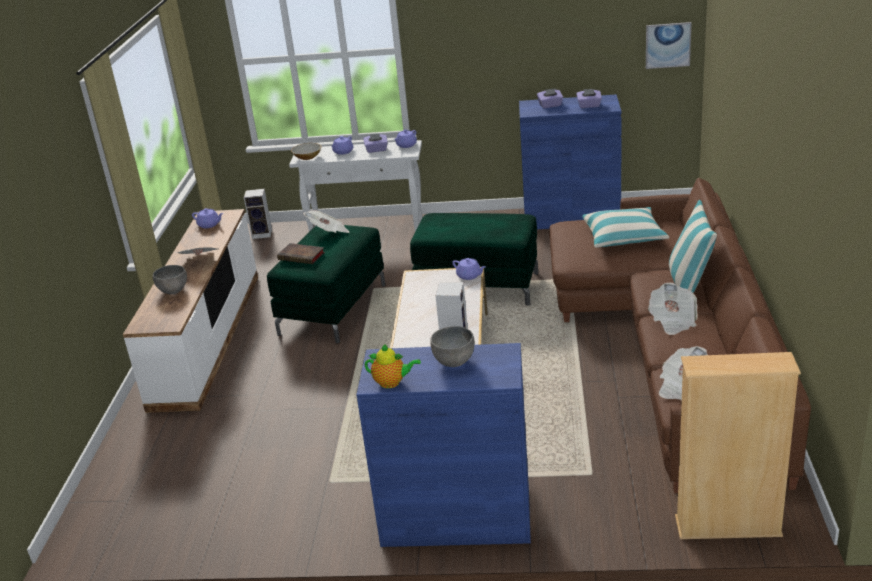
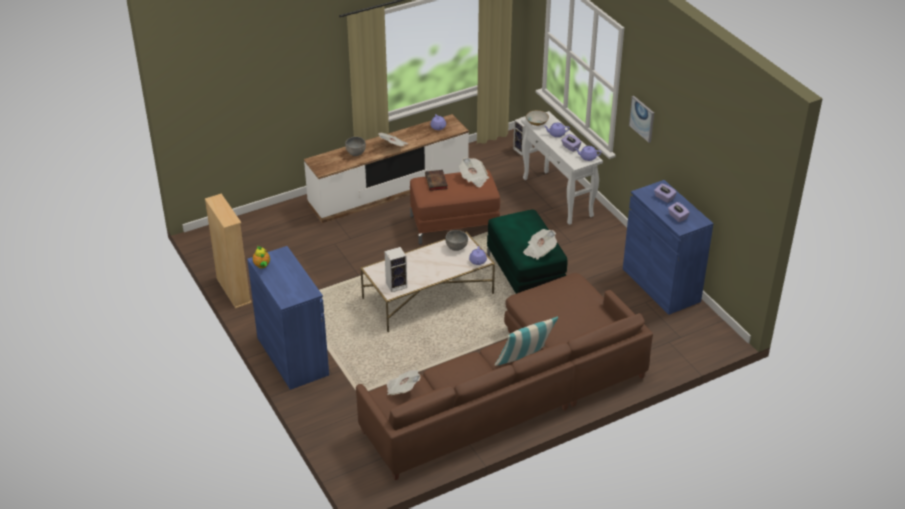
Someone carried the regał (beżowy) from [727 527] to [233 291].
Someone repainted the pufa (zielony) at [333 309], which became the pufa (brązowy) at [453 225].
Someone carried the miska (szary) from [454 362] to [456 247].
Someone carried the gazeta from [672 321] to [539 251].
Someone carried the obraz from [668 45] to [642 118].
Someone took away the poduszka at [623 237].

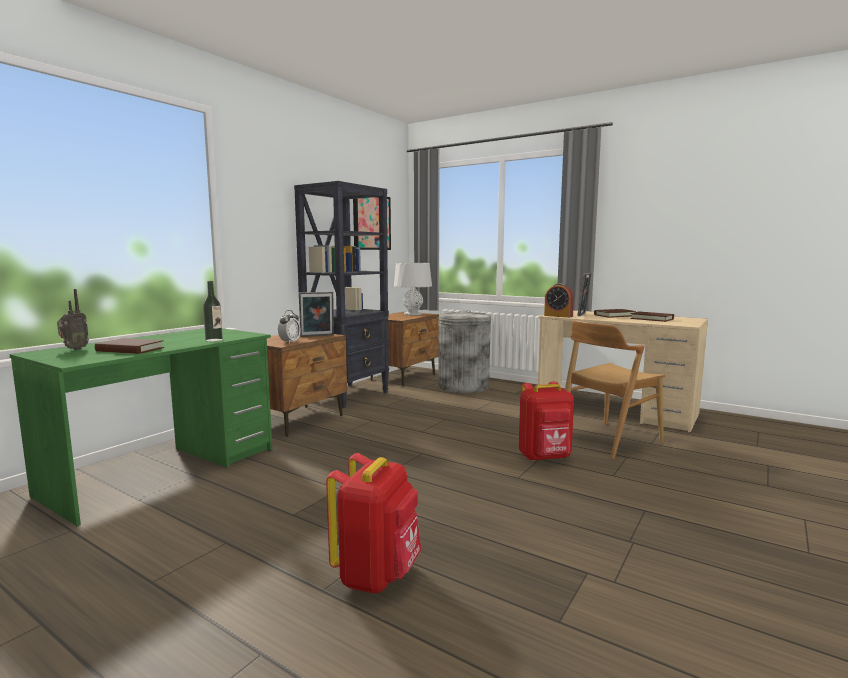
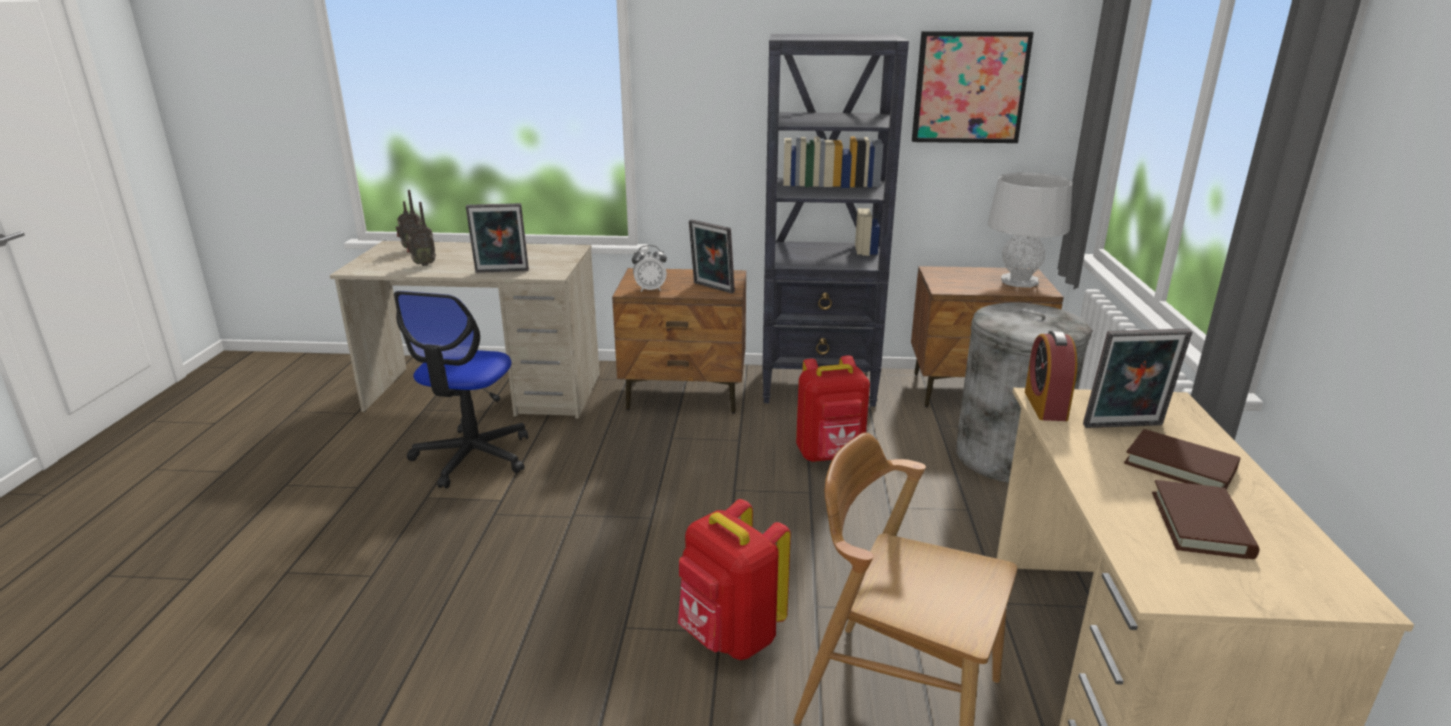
Someone repainted the biurko (zielony) at [164 471], which became the biurko (beżowy) at [486 393].
Someone put down the krzesło biurowe at [472 457].
Someone swapped the książka (brązowy) at [130 349] for the radio at [423 264].
Someone swapped the butelka at [214 340] for the ramka na zdjęcie at [501 272].
Someone carried the plecak (czerwony) from [377 575] to [830 455].

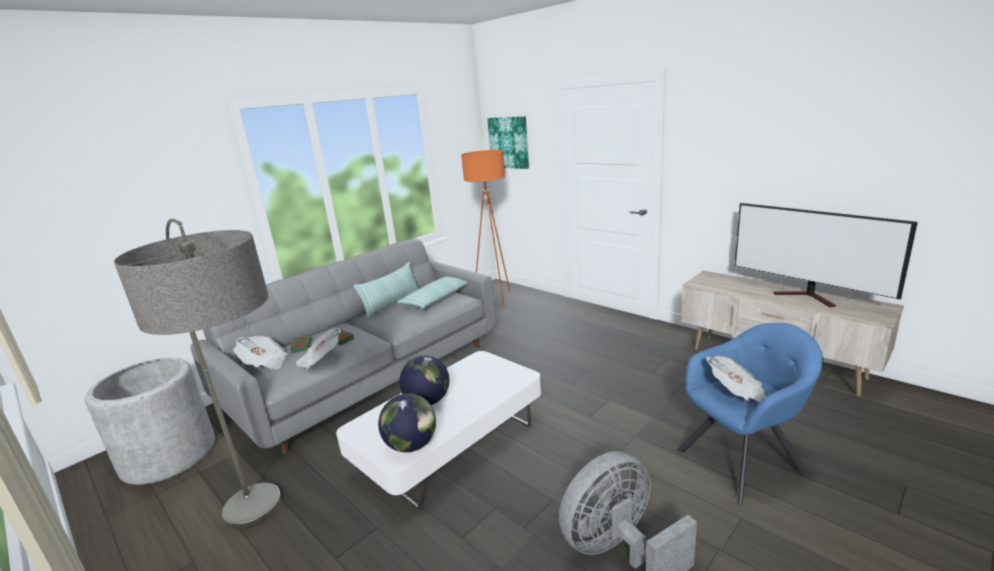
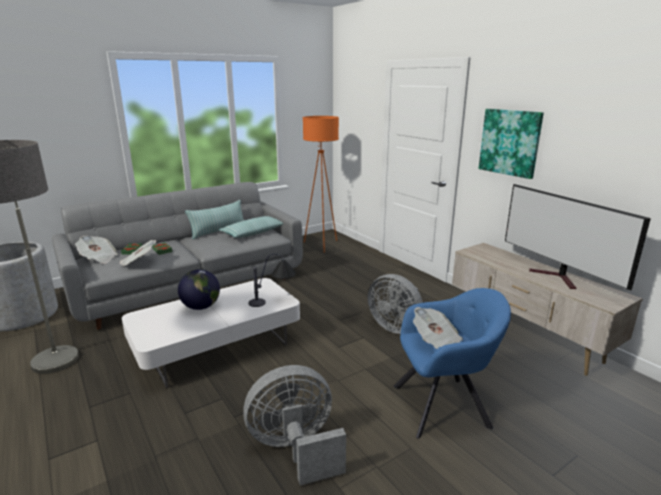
Someone put down the lampa stołowa at [274 301].
Someone put down the wentylator (szary) at [395 326].
Someone carried the obraz from [509 142] to [510 142].
Someone took away the globus at [412 445].

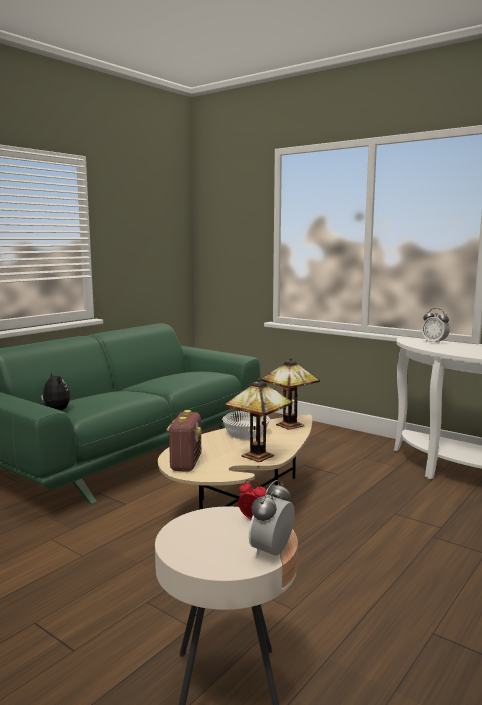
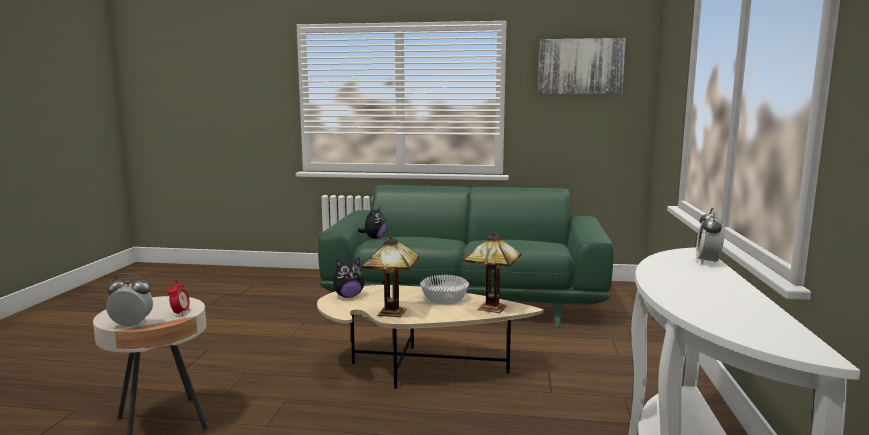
Someone swapped the radio at [186 463] for the pluszak at [348 296].
Someone put up the obraz at [580 66].

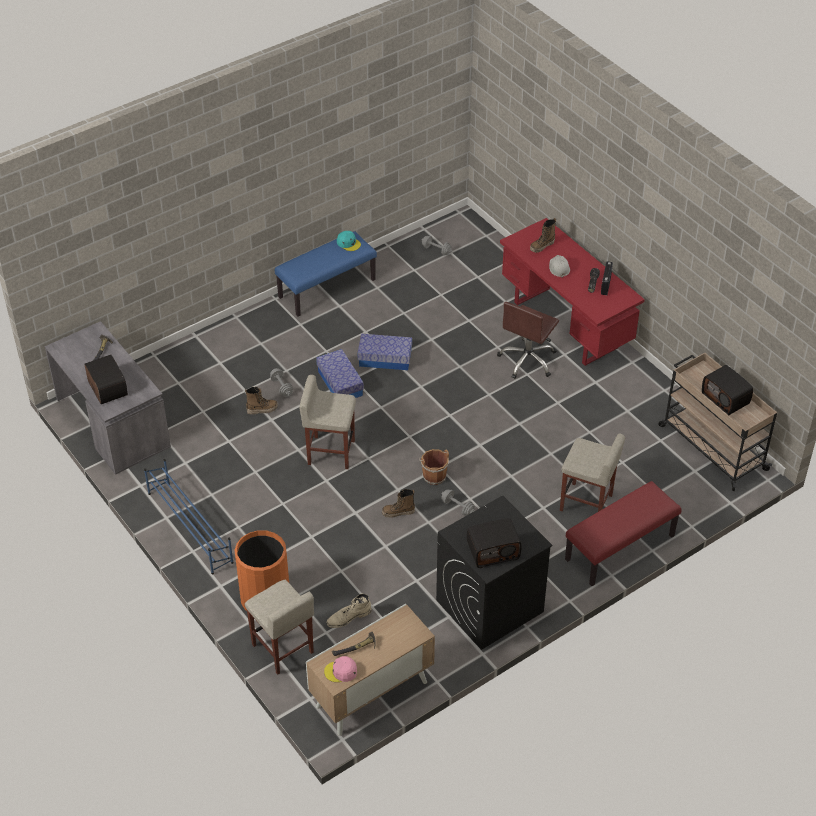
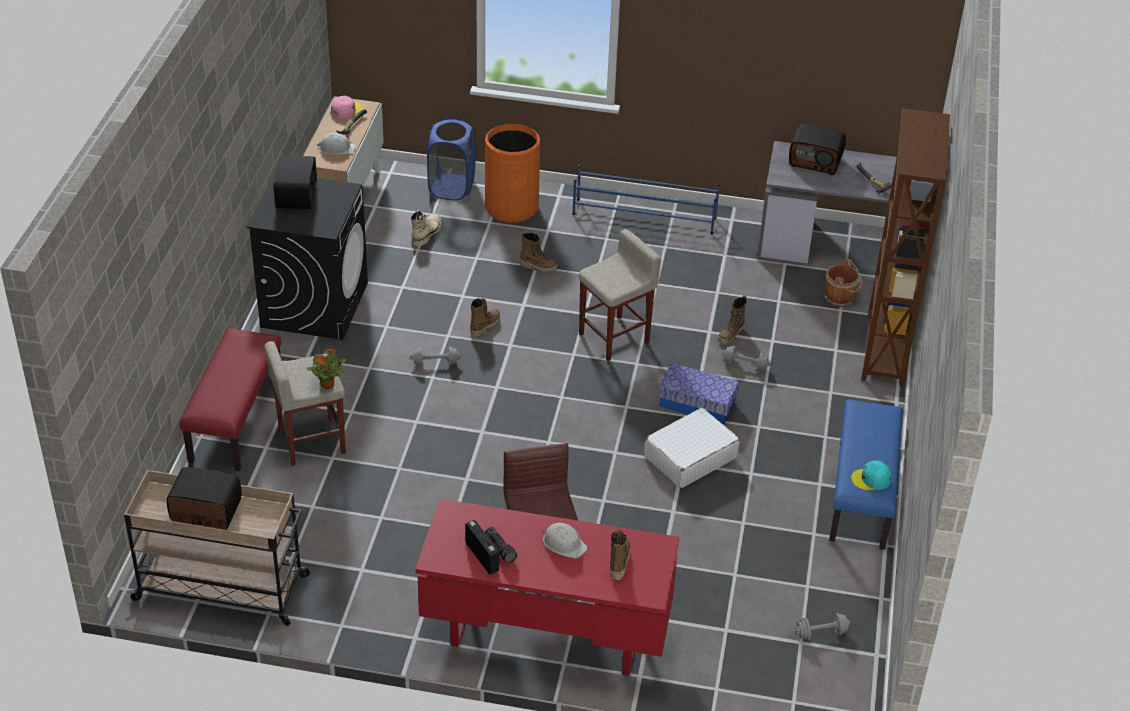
Someone rotated the radio at [493 551] by 150 degrees clockwise.
Someone put down the roślina doniczkowa at [327 384].
Someone put down the kask (biały) at [337 148].
Someone swapped the stołek (beżowy) at [283 649] for the kosz na pranie (niebieski) at [451 187].
Someone put down the but z cholewką at [538 267].
Someone swapped the pojemnik do przechowywania at [385 359] for the walizka (biały) at [690 457].
Someone carried the wiadro (brązowy) from [433 475] to [840 298].
Someone put down the regał (brązowy) at [883 351].

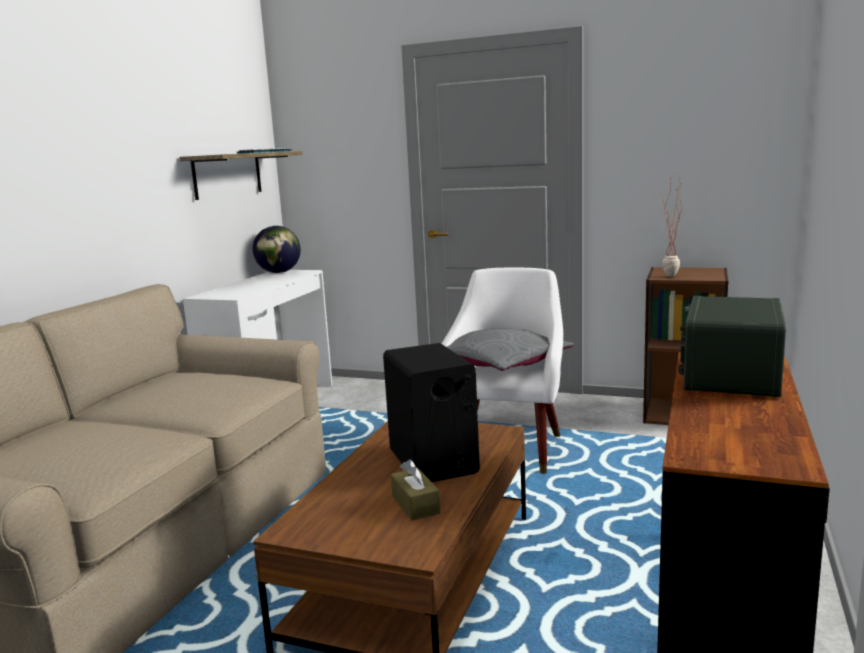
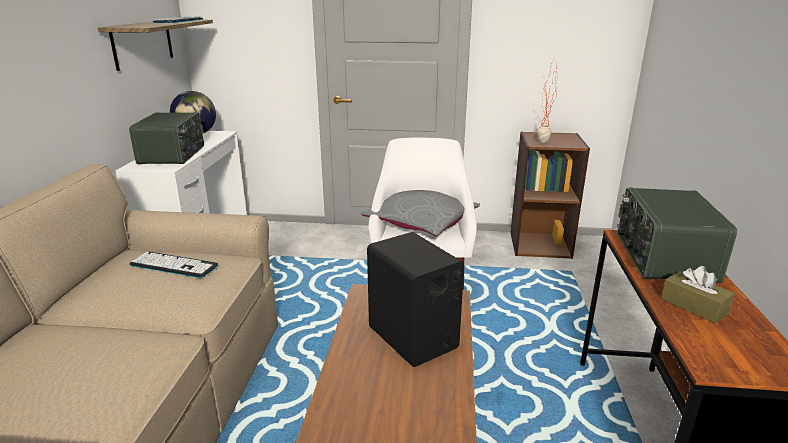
Someone put down the radio at [173 155].
Someone put down the klawiatura at [174 265].
Someone carried the pudełko chusteczek (brązowy) from [415 504] to [693 306].

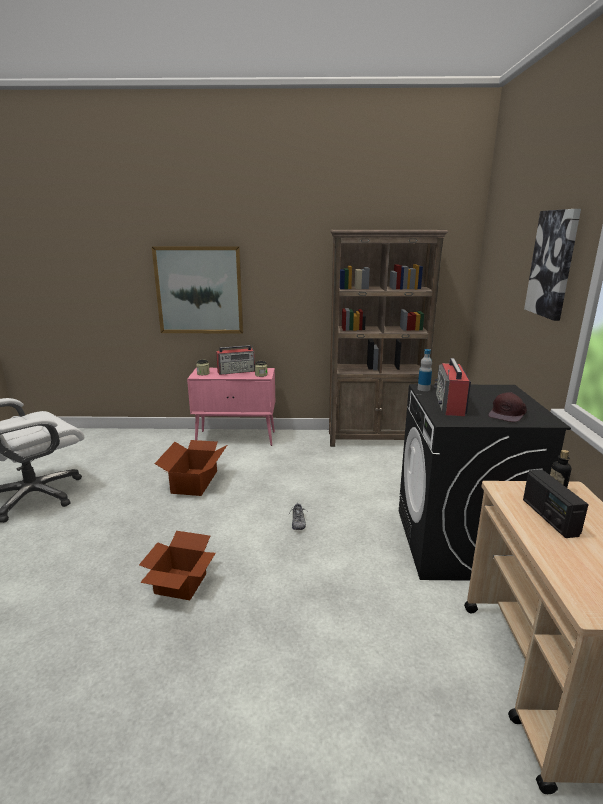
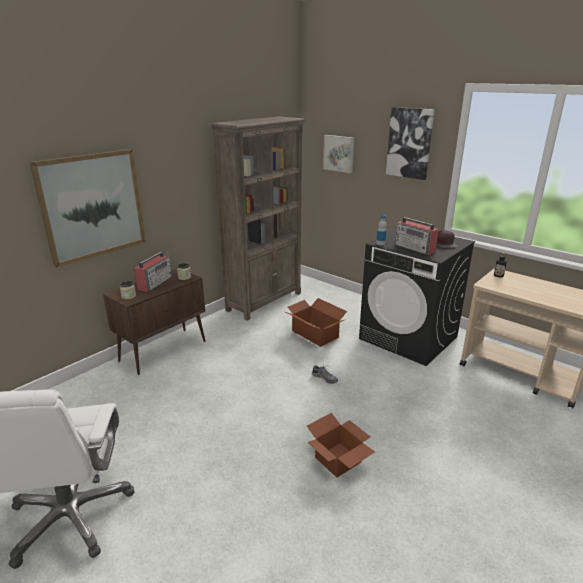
Someone repainted the szafka (różowy) at [236 438], which became the szafka (brązowy) at [164 350].
Someone carried the karton from [195 481] to [315 334].
Someone put up the obraz at [339 153].
Someone took away the radio at [549 517].

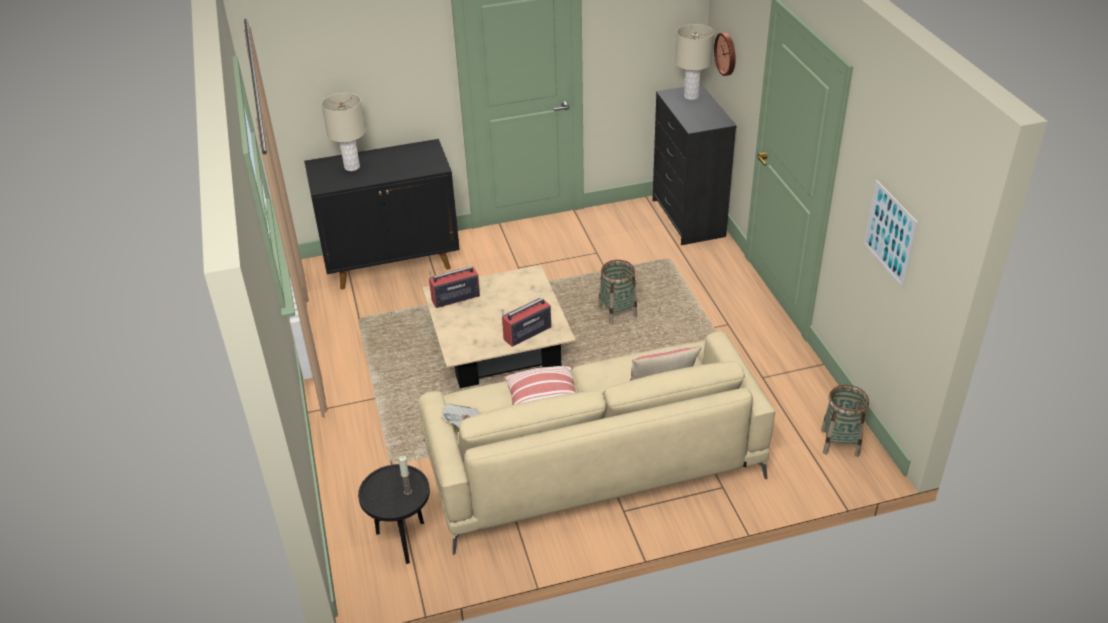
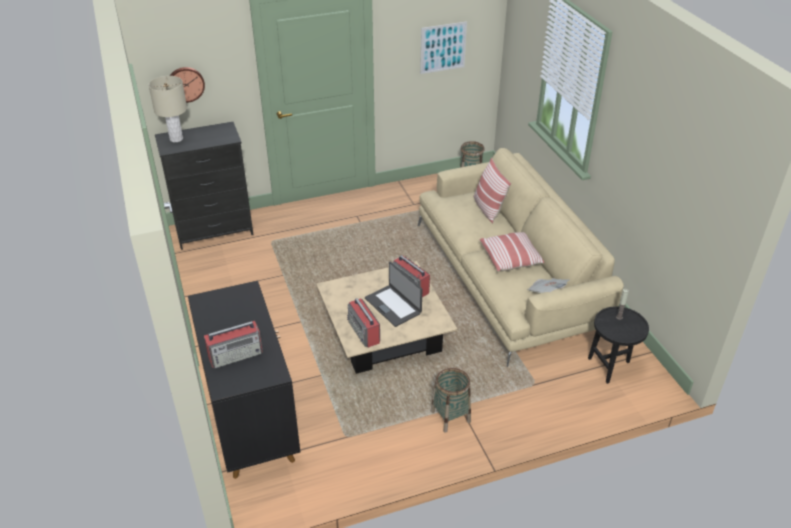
Someone swapped the lampa stołowa (beżowy) at [352 167] for the radio at [236 355].
Someone put down the laptop at [393 305].
Someone carried the koszyk from [617 312] to [450 416].

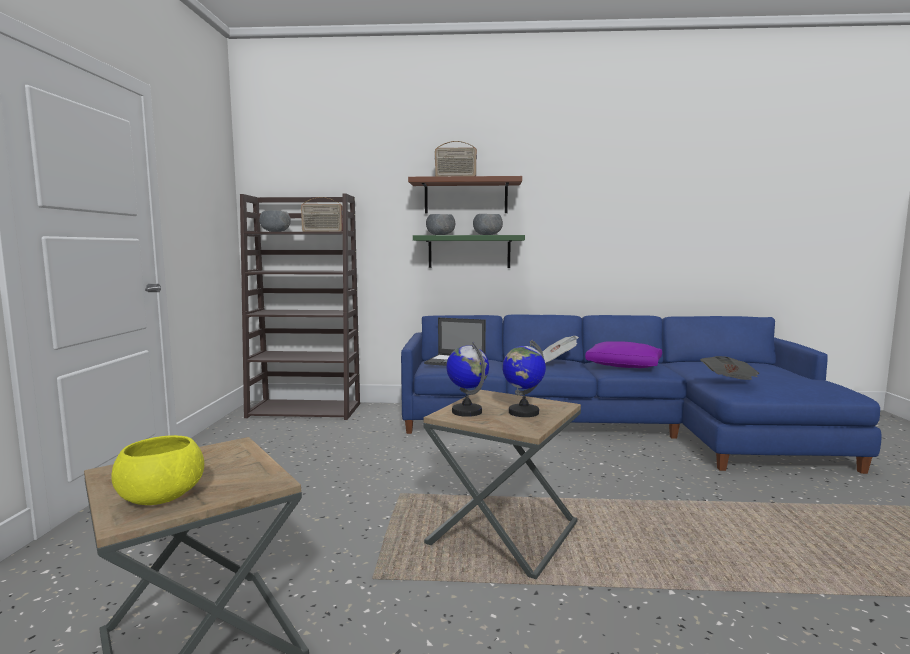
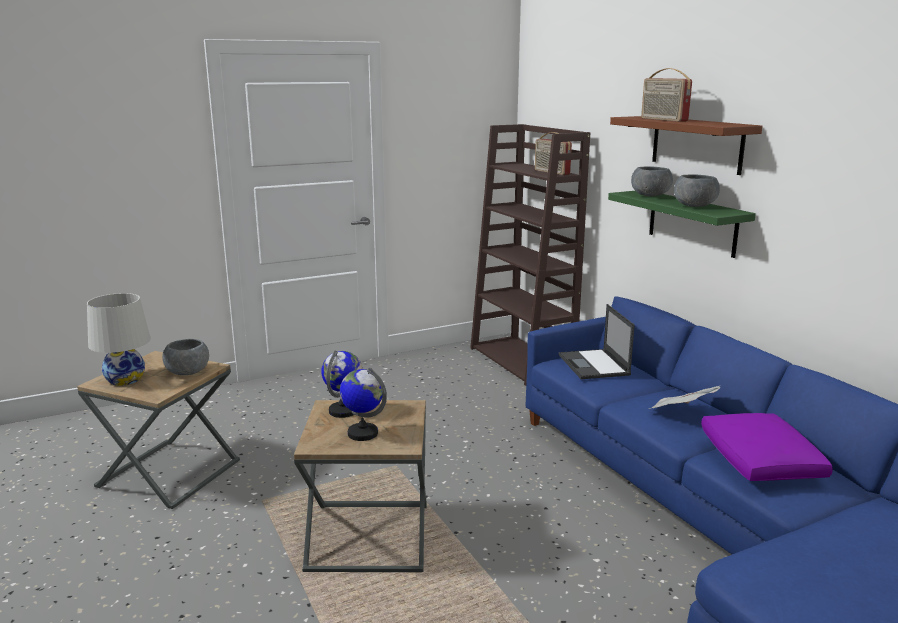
Someone swapped the miska (żółty) at [161 497] for the lampa stołowa (biały) at [125 379].
Someone carried the miska (szary) from [275 232] to [188 372].
Someone took away the gazeta at [730 383].

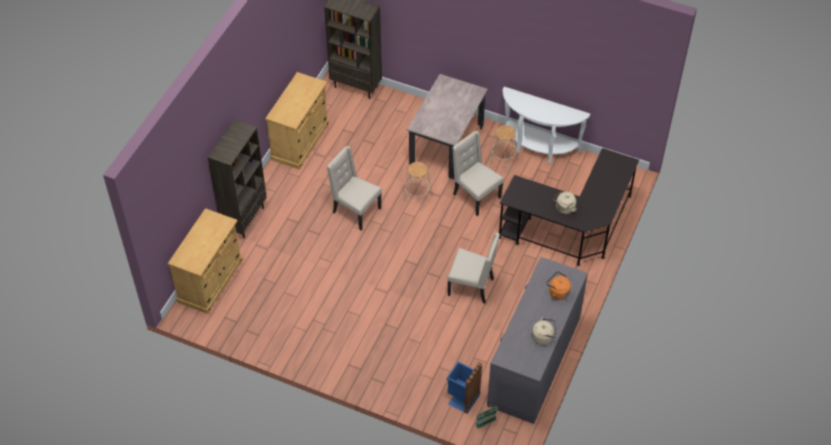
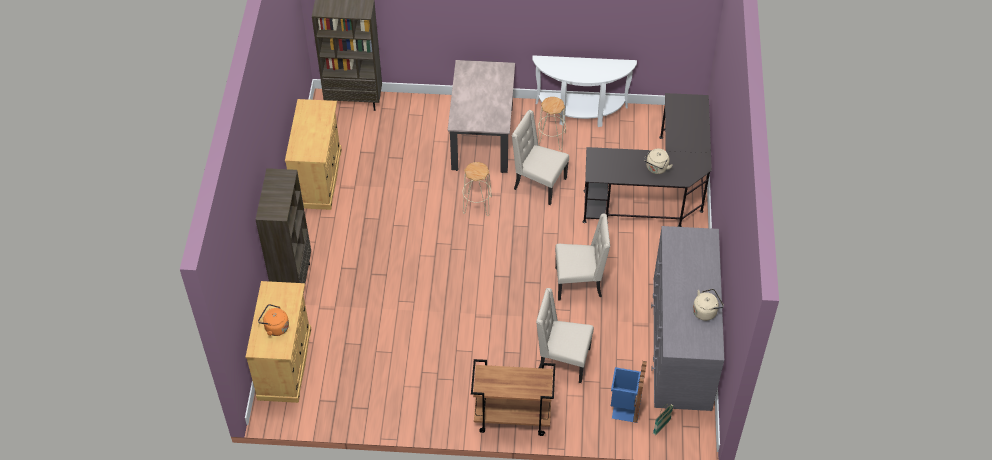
Someone carried the czajnik (pomarańczowy) from [557 292] to [275 327].
Someone put down the wózek (brązowy) at [511 418].
Someone carried the krzesło (beżowy) from [355 211] to [562 360].

